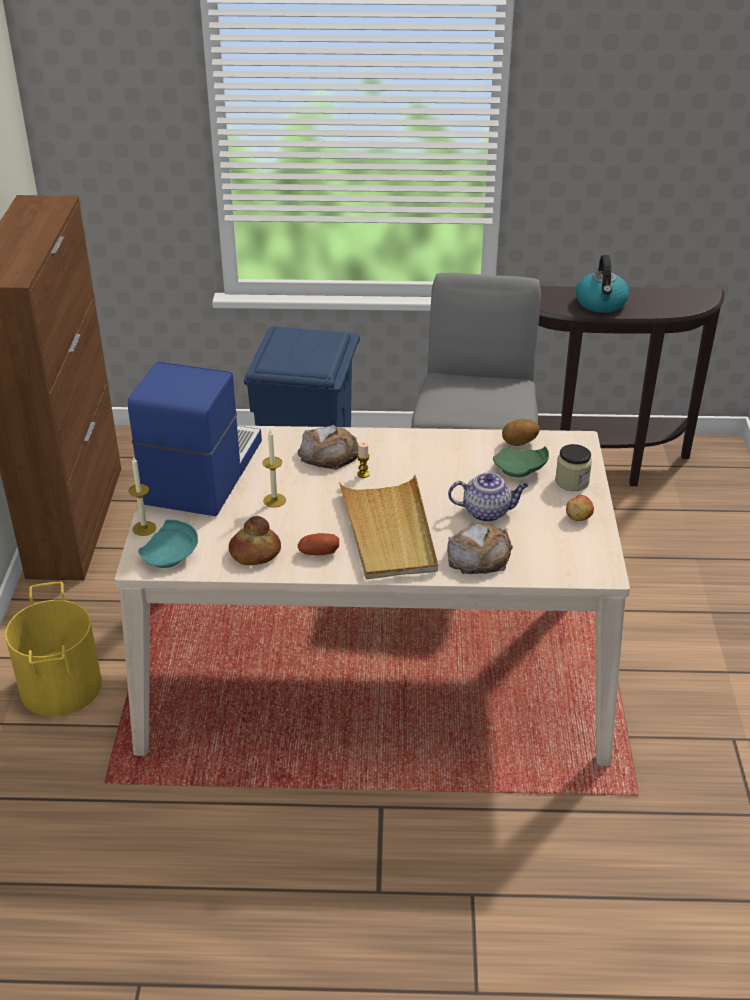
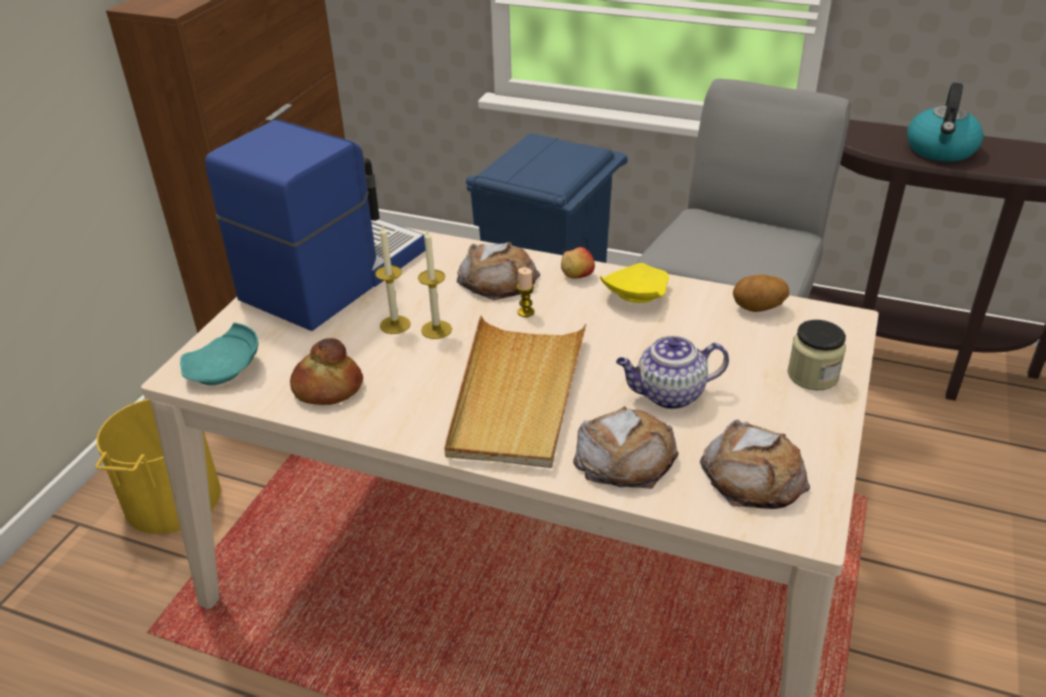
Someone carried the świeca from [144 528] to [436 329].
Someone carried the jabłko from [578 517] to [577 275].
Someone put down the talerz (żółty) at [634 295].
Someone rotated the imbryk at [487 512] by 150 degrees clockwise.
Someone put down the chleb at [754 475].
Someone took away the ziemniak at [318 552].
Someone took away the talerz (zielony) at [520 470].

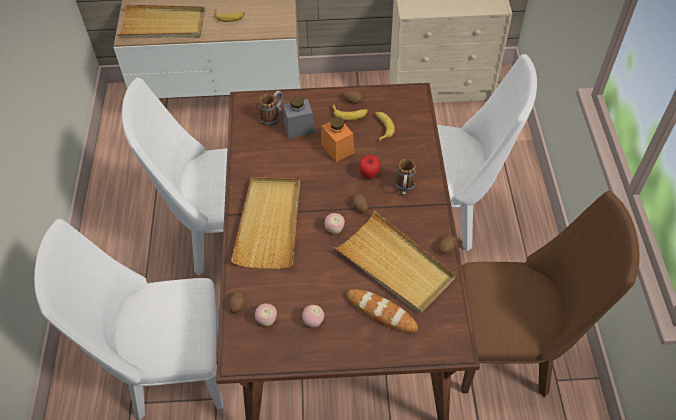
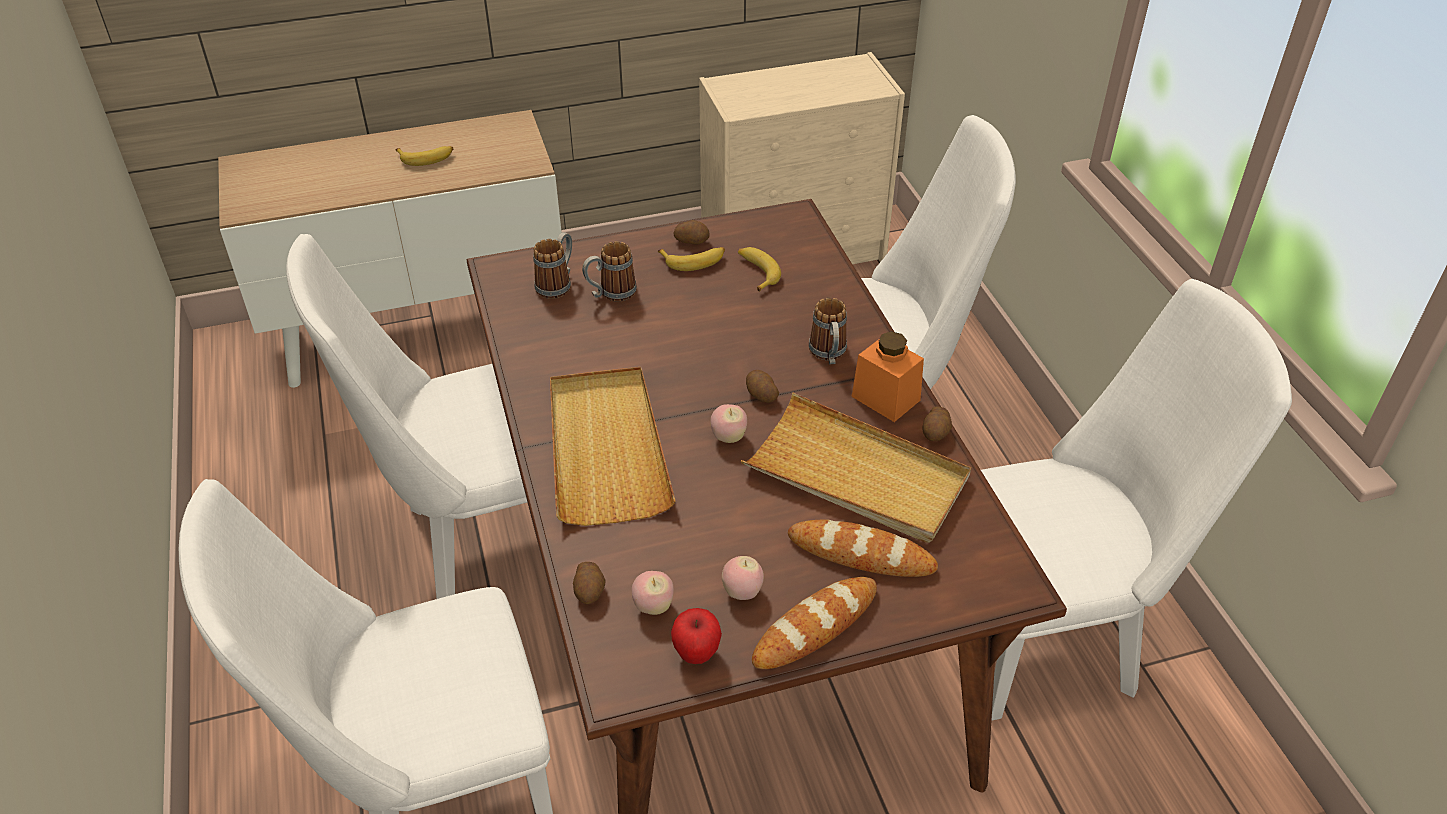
Someone swapped the słoik (szary) at [299 128] for the kubek at [610 294].
Someone carried the jabłko from [369 174] to [696 653].
Someone put down the chleb at [815 627].
Someone carried the słoik (pomarańczowy) from [337 148] to [885 398].
Someone repainted the krzesło (brązowy) at [510 352], which became the krzesło (biały) at [1050 637].
Someone took away the taca (beżowy) at [163 25].

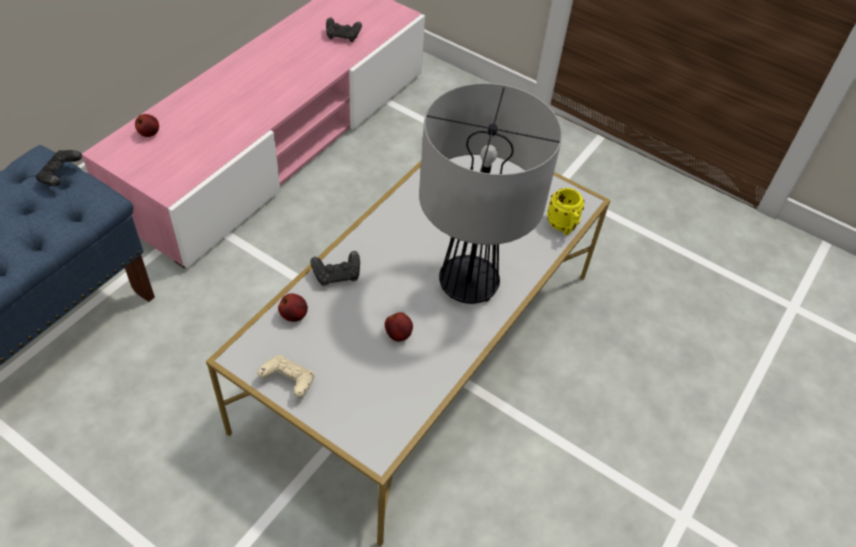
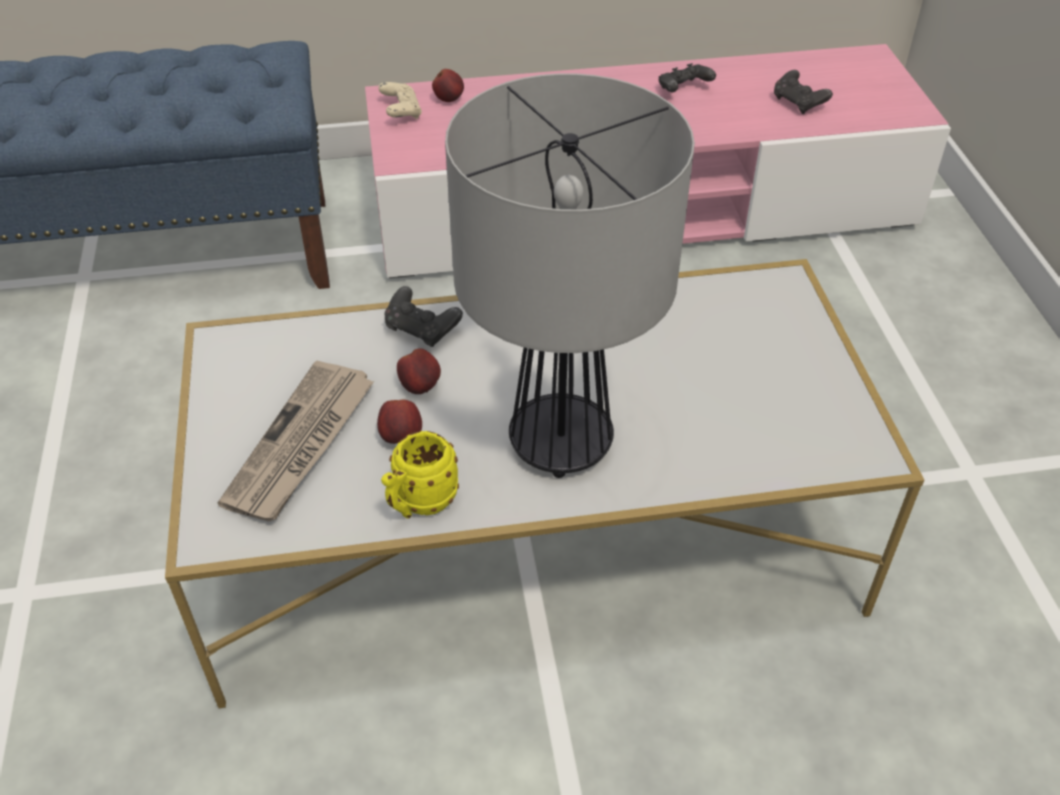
Someone put down the gazeta at [301 445].
Someone carried the pad do gier (beżowy) from [288 381] to [401 112].
Someone carried the kubek (żółty) from [563 227] to [419 504].
Someone carried the jabłko from [294 315] to [421 387].
Someone carried the pad do gier (czarny) from [61 176] to [683 90].

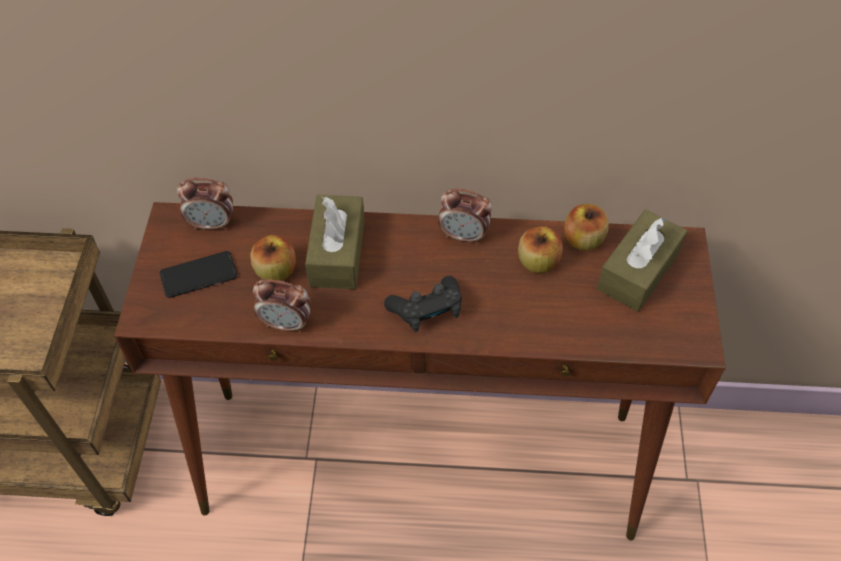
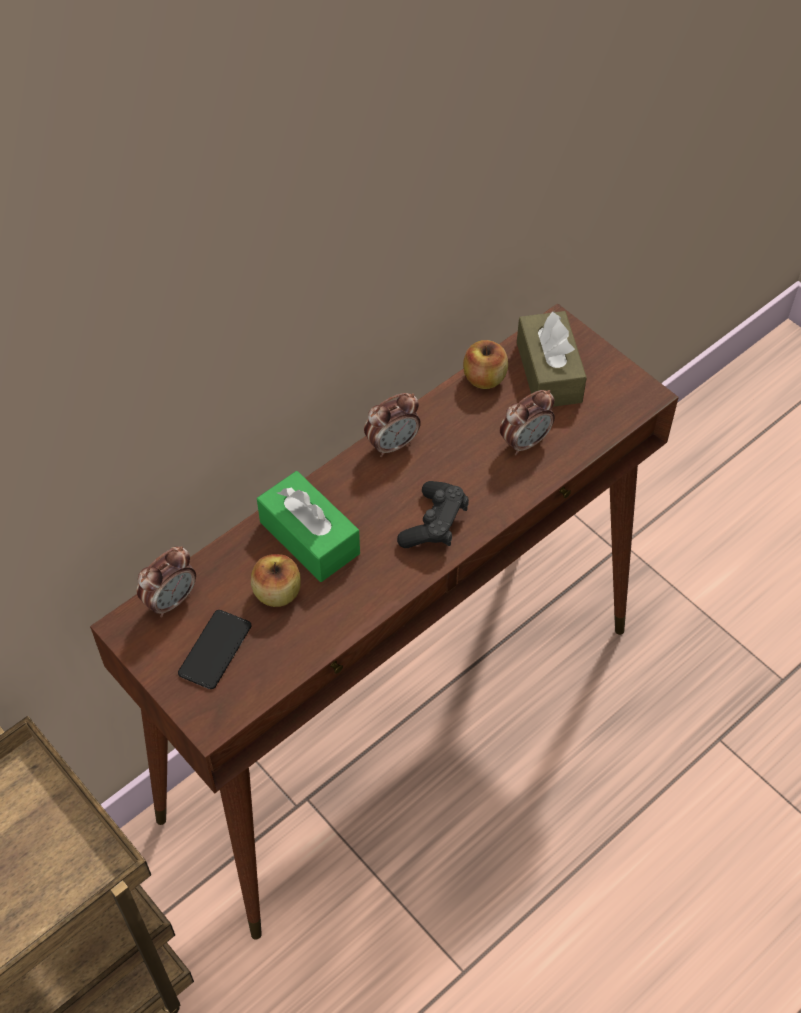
Someone repainted the pudełko chusteczek (brązowy) at [337 253], which became the pudełko chusteczek (zielony) at [309 538].
Someone carried the budzik from [286 323] to [525 442].
Someone took away the jabłko at [537 262].

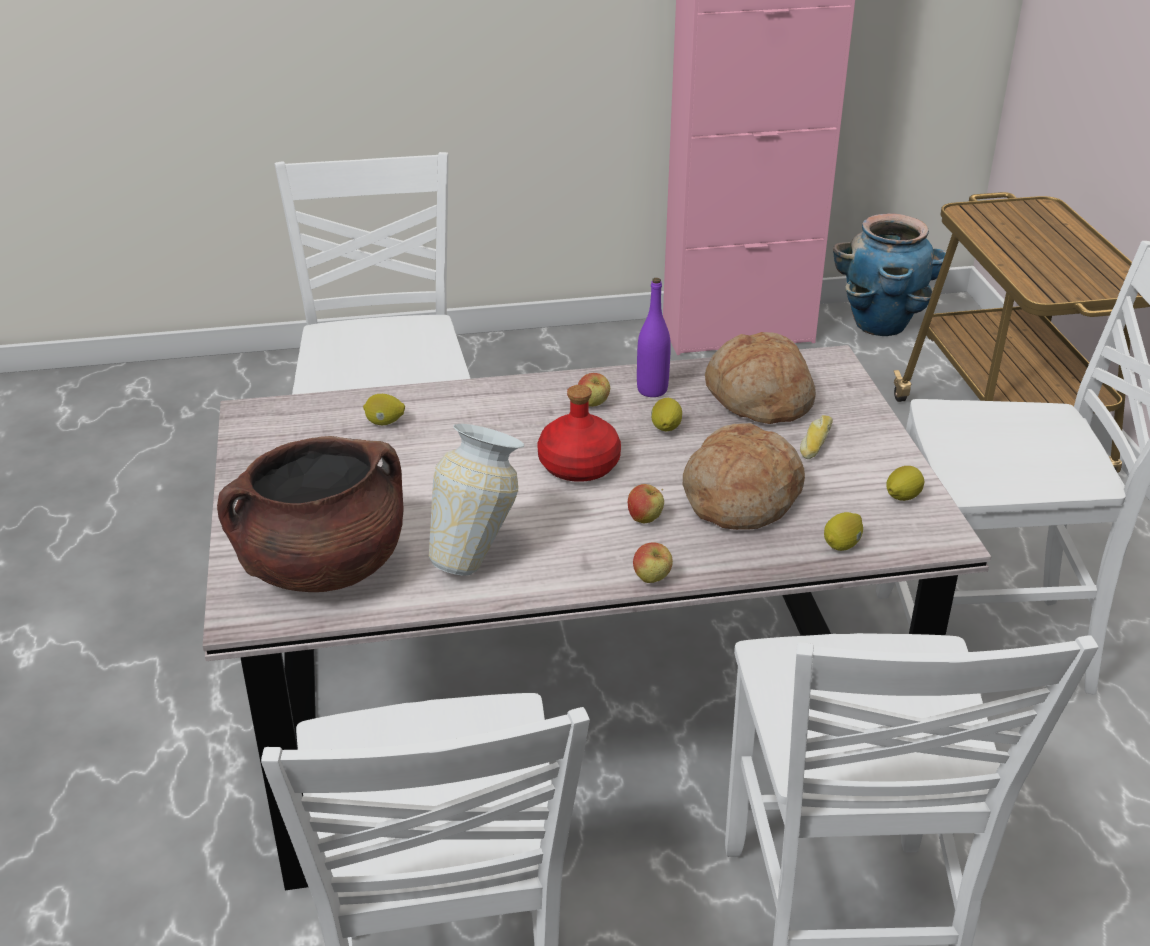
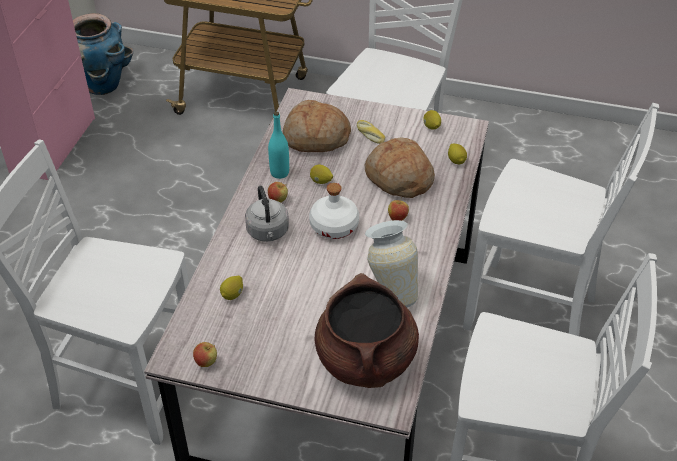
Someone carried the jabłko from [652 579] to [206 362].
Someone put down the czajnik (szary) at [268 232].
Someone repainted the butelka (fioletowy) at [652 390], which became the butelka (turkusowy) at [279 173].
Someone repainted the butelka (czerwony) at [578 466], which became the butelka (biały) at [334 226].

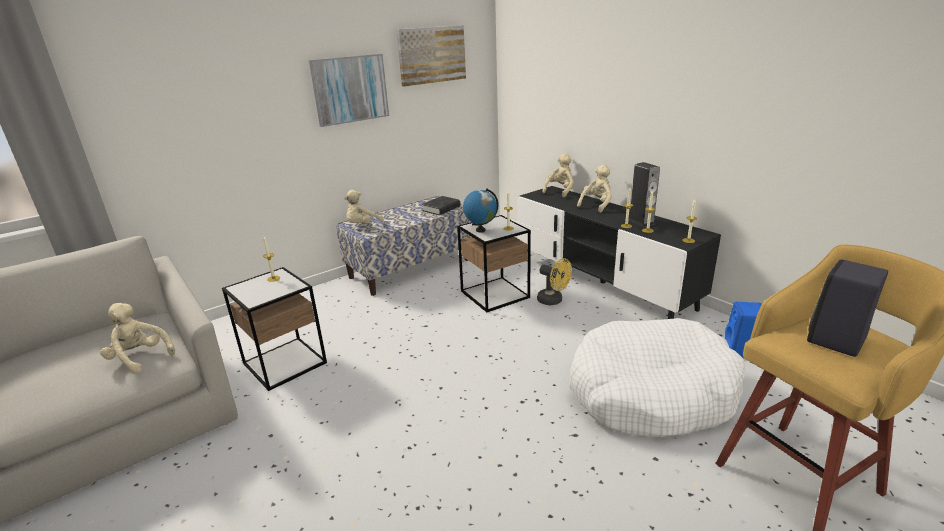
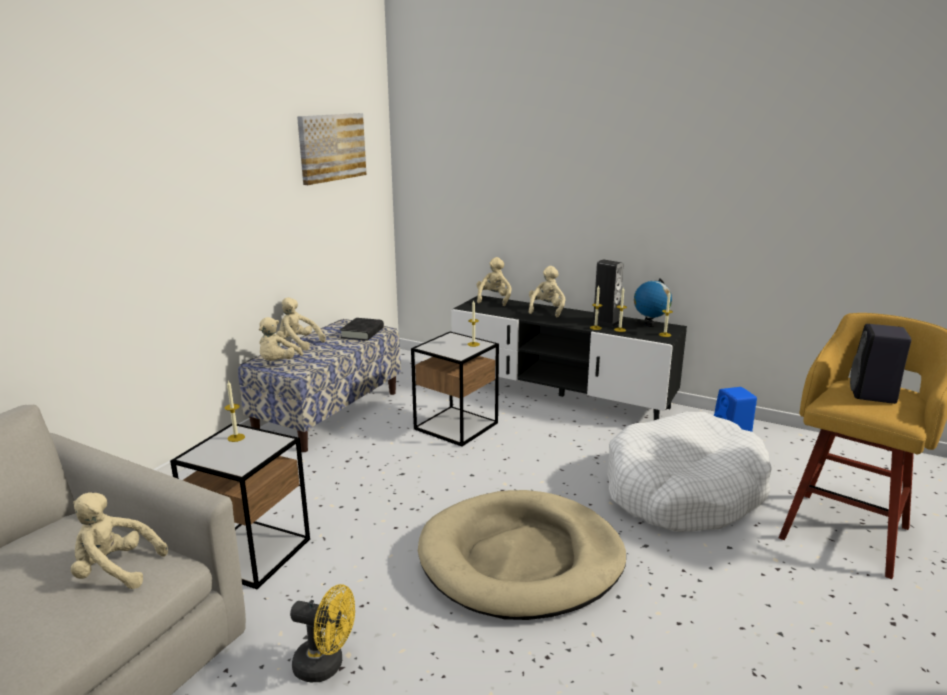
Someone put down the pluszak (beżowy) at [298 344].
Someone carried the wentylator (żółty) from [553 301] to [326 666].
Someone put down the legowisko (beżowy) at [521 559].
Someone carried the globus from [480 230] to [650 325].
Someone took away the obraz at [350 89].

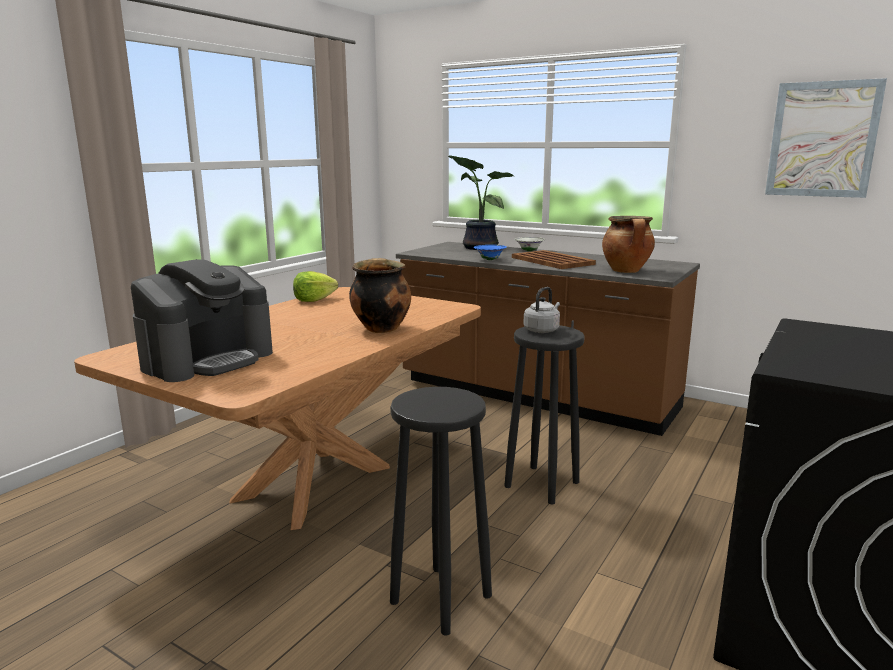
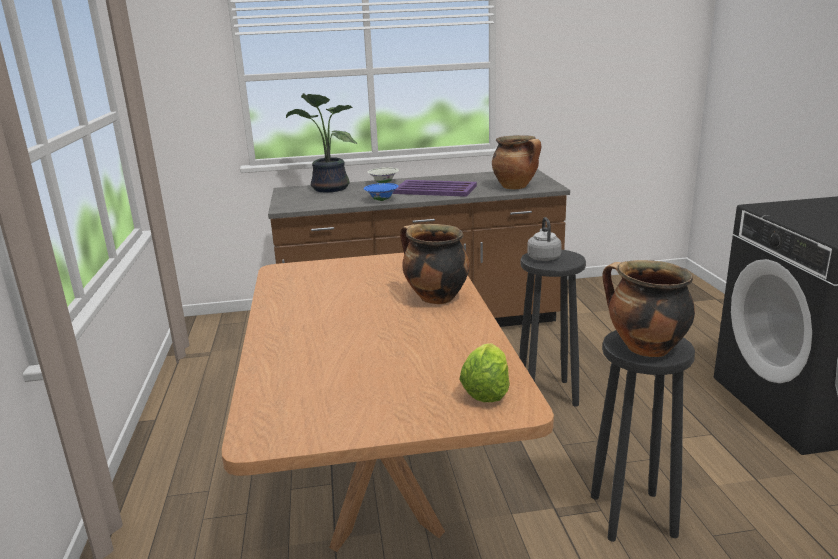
Someone repainted the taca (brązowy) at [552 261], which became the taca (fioletowy) at [434 189].
Someone carried the sałata from [314 300] to [486 391].
Someone put down the garnek at [644 348].
Someone took away the ekspres do kawy at [208 359].
Someone took away the obraz at [822 139].

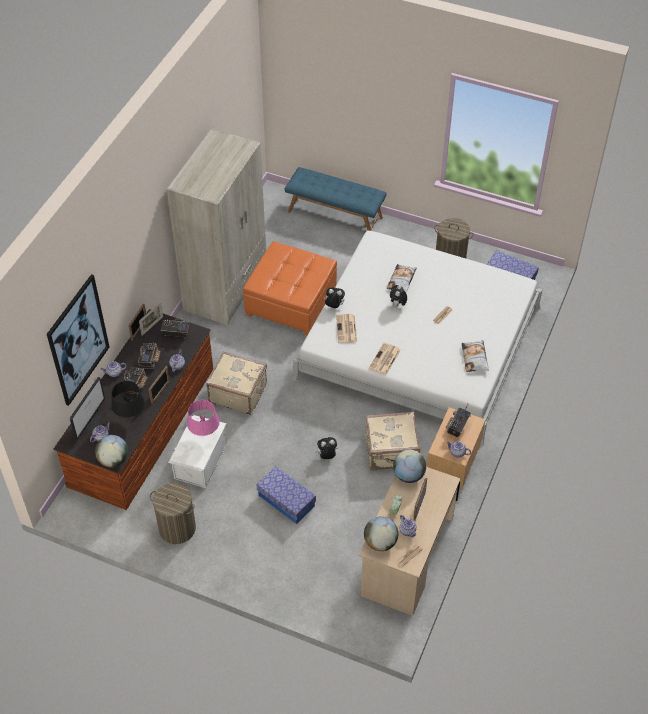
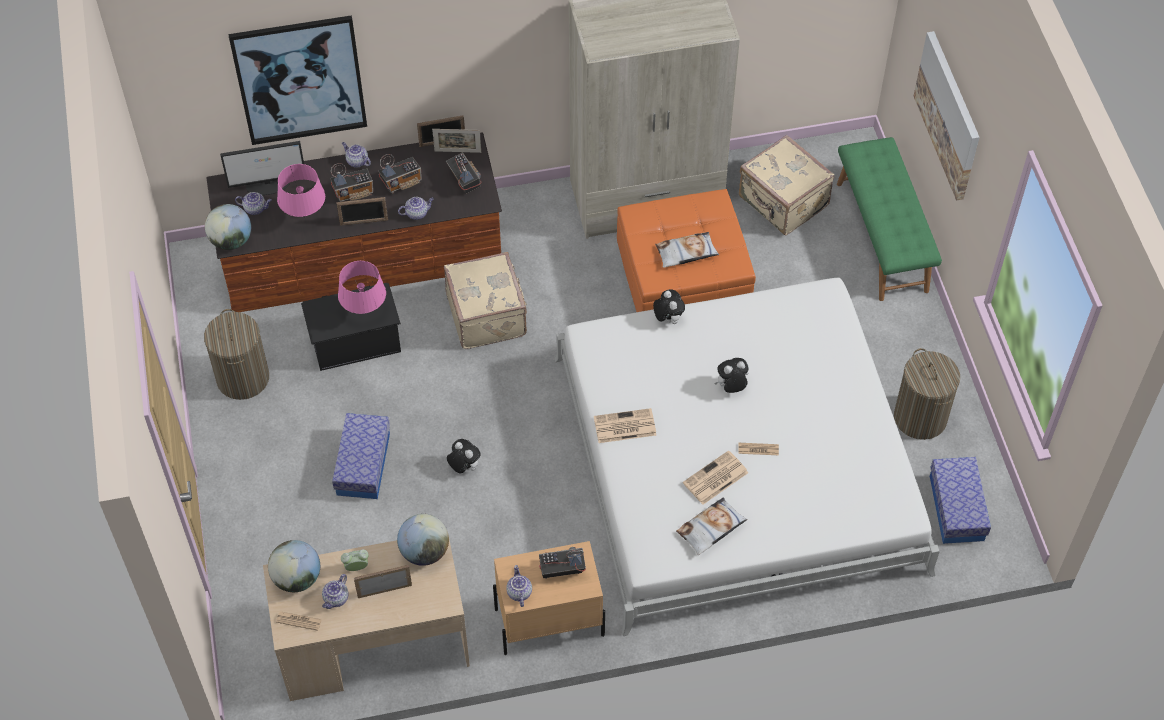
Someone repainted the lampa stołowa (czarny) at [130 417], which became the lampa stołowa (różowy) at [304 217].
Someone repainted the pojemnik do przechowywania (biały) at [200 461], which became the pojemnik do przechowywania (czarny) at [354 340].
Someone carried the poduszka from [401 280] to [686 253].
Someone carried the gazeta from [346 329] to [715 479].
Someone carried the walizka (beżowy) from [391 453] to [782 202].
Someone repainted the ławka (niebieski) at [335 214], which became the ławka (zielony) at [882 236].
Someone put up the obraz at [948 115].

